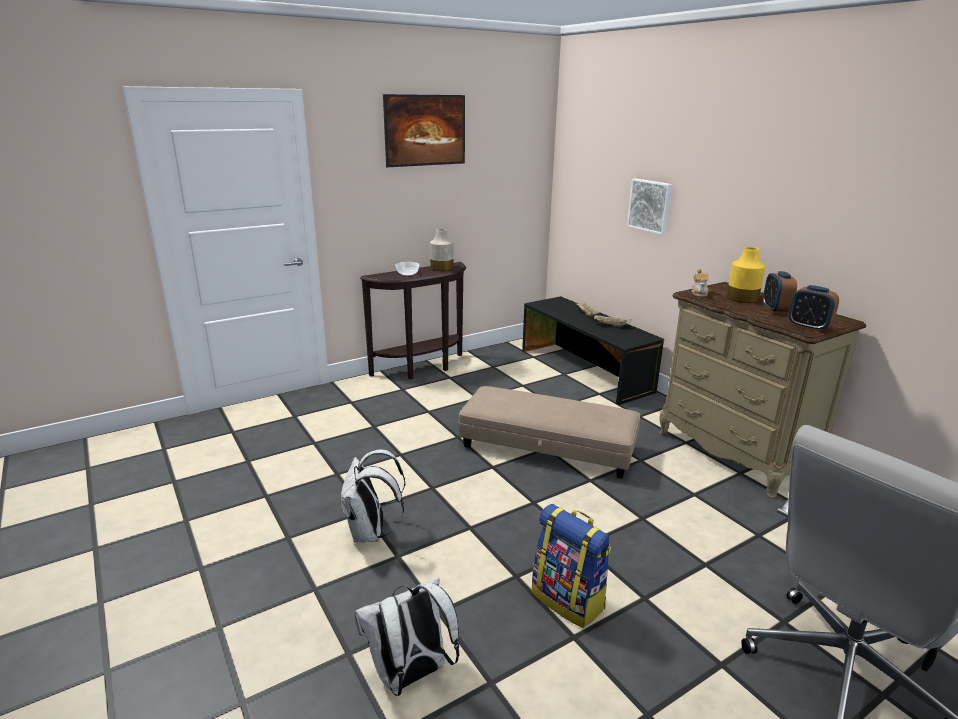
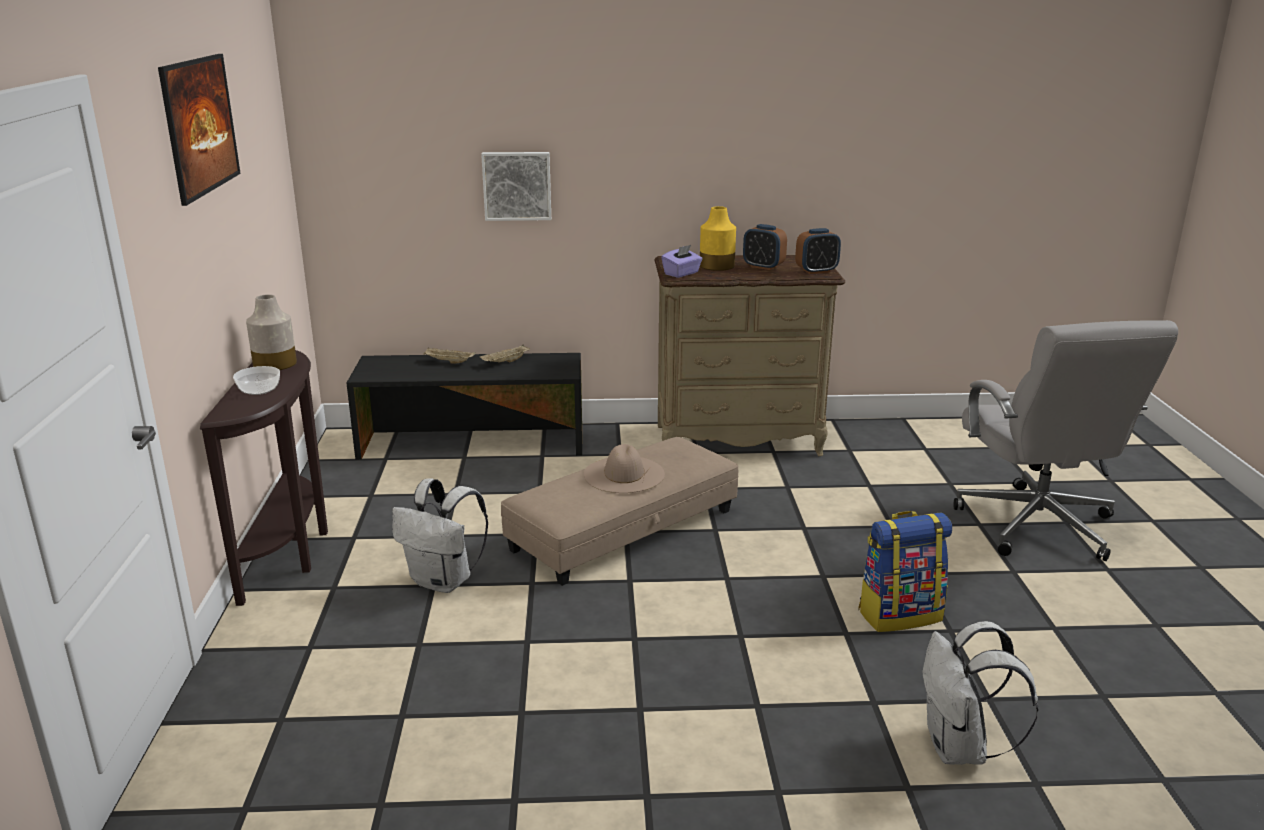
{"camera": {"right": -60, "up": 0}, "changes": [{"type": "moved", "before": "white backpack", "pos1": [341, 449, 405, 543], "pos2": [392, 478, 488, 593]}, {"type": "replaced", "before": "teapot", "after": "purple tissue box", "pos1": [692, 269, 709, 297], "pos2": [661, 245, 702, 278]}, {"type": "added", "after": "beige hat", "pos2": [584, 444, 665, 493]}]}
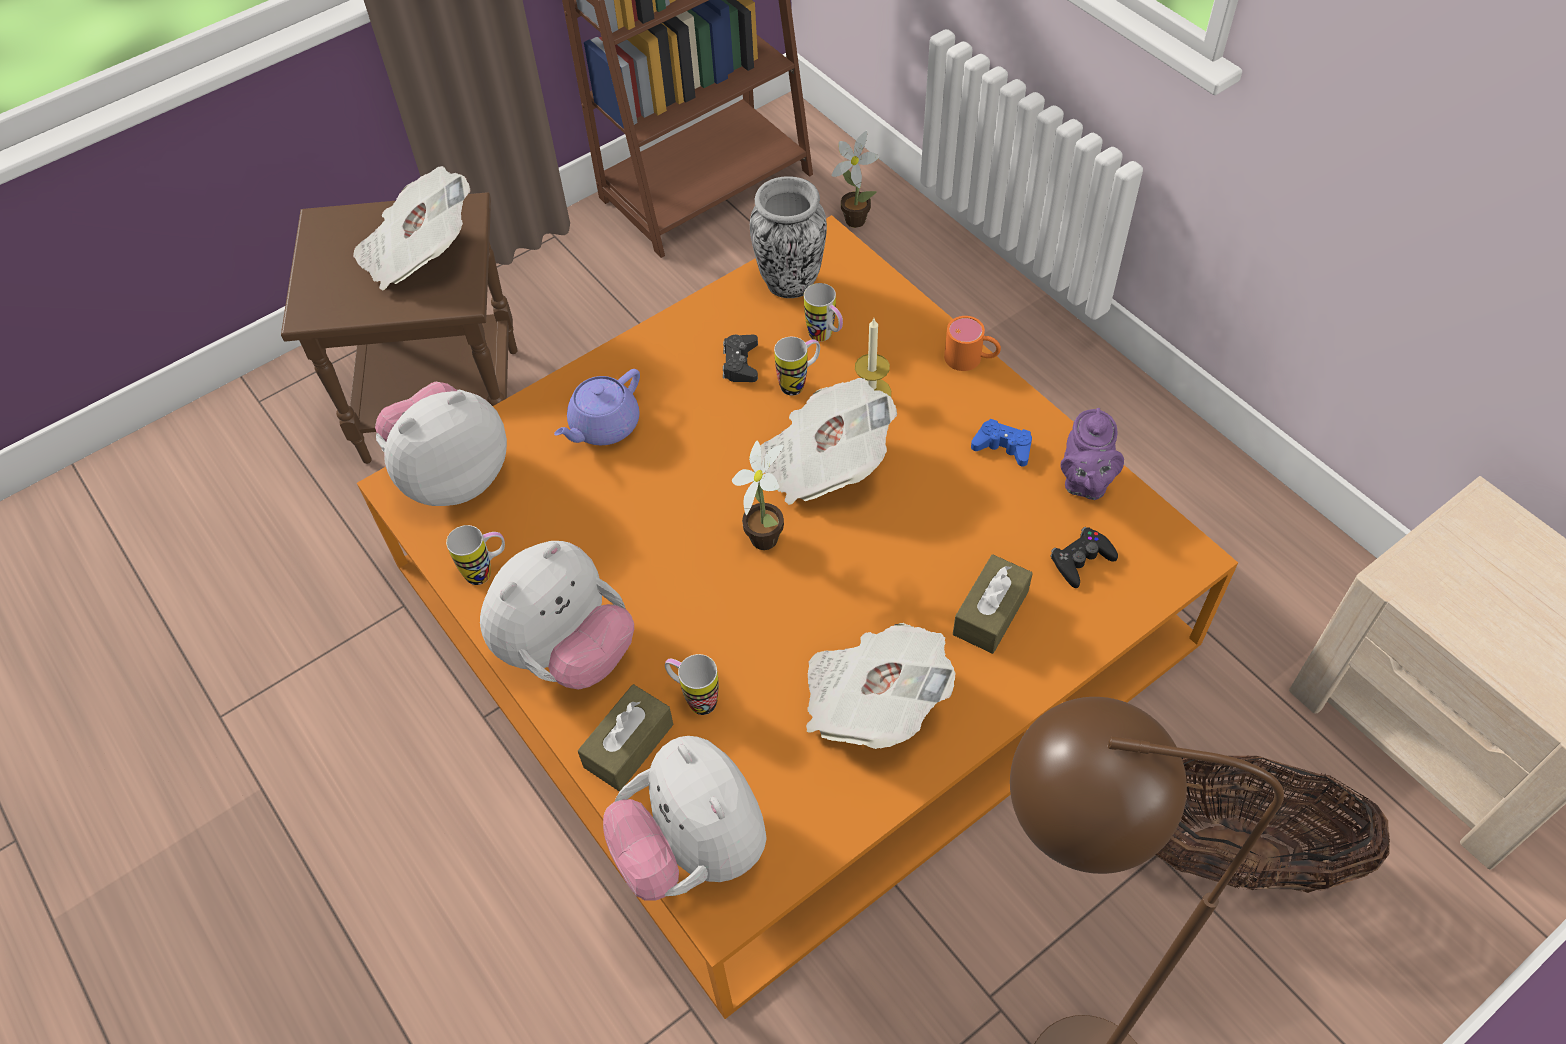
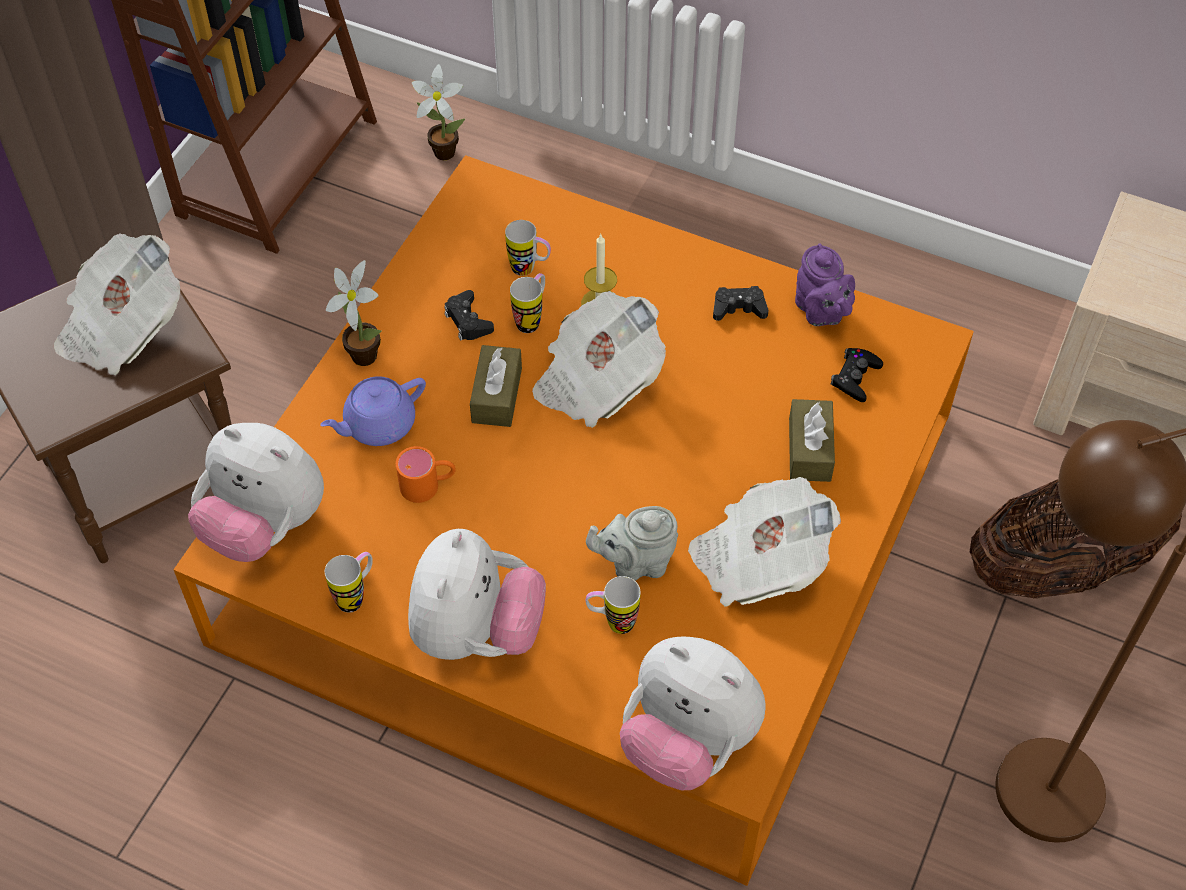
{"camera": {"right": -30, "up": 0}, "changes": [{"type": "turned", "before": "plush toy", "pos1": [375, 382, 507, 506], "pos2": [188, 423, 324, 562], "turn": -90}, {"type": "turned", "before": "purple teapot", "pos1": [554, 369, 640, 445], "pos2": [320, 376, 426, 446], "turn": 45}, {"type": "moved", "before": "brown tissue box", "pos1": [578, 684, 673, 791], "pos2": [470, 345, 522, 427]}, {"type": "moved", "before": "potted plant", "pos1": [732, 441, 784, 550], "pos2": [326, 260, 381, 366]}, {"type": "removed", "before": "vase", "pos1": [750, 176, 827, 298]}, {"type": "moved", "before": "orange mug", "pos1": [944, 316, 1001, 371], "pos2": [396, 446, 456, 503]}, {"type": "recoloured", "before": "blue game controller", "after": "black game controller", "pos1": [971, 419, 1032, 466], "pos2": [713, 286, 769, 321]}, {"type": "added", "after": "grey teapot", "pos2": [586, 506, 678, 581]}]}
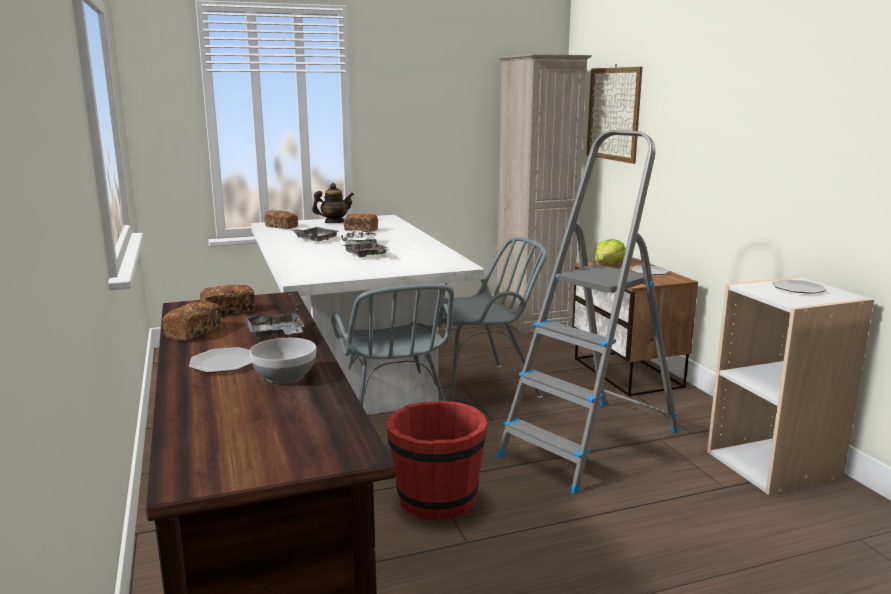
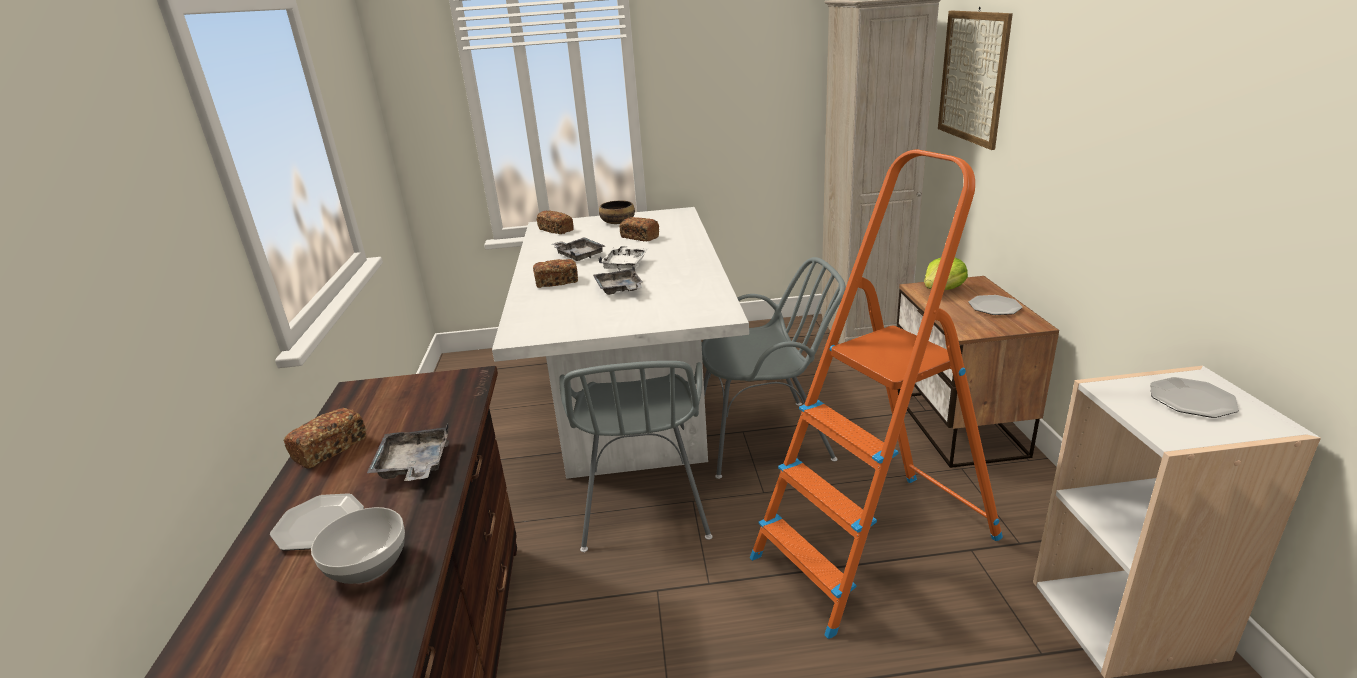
{"camera": {"right": 15, "up": 10}, "changes": [{"type": "moved", "before": "bread", "pos1": [200, 285, 255, 316], "pos2": [533, 259, 578, 288]}, {"type": "replaced", "before": "teapot", "after": "bowl", "pos1": [312, 183, 354, 223], "pos2": [599, 201, 635, 224]}, {"type": "removed", "before": "red bucket", "pos1": [386, 401, 488, 520]}, {"type": "recoloured", "before": "grey step ladder", "after": "orange step ladder", "pos1": [496, 130, 679, 494], "pos2": [750, 150, 1003, 639]}]}
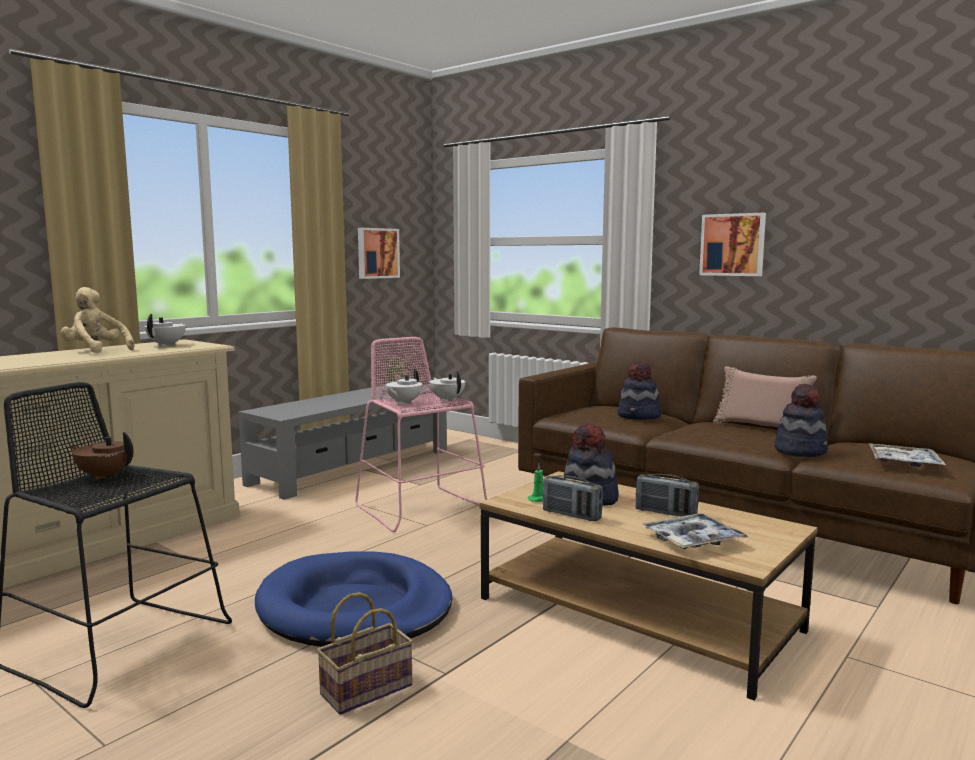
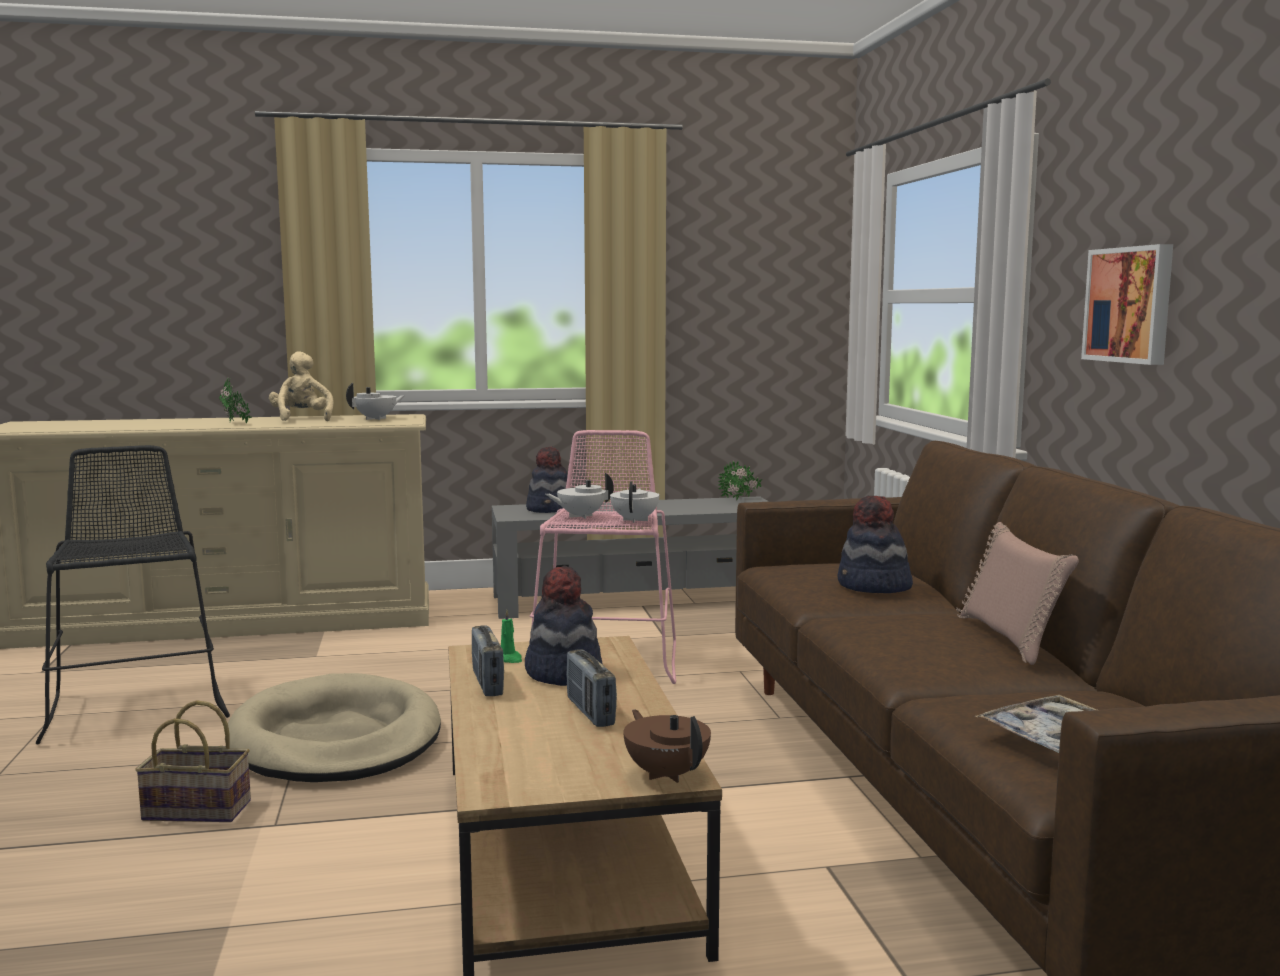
{"camera": {"right": 40, "up": 0}, "changes": [{"type": "moved", "before": "brown teapot", "pos1": [70, 432, 134, 480], "pos2": [623, 710, 711, 783]}, {"type": "recoloured", "before": "blue dog bed", "after": "beige dog bed", "pos1": [255, 551, 452, 647], "pos2": [225, 673, 441, 782]}, {"type": "removed", "before": "picture", "pos1": [358, 228, 400, 279]}, {"type": "removed", "before": "tray", "pos1": [643, 513, 748, 549]}, {"type": "moved", "before": "hat", "pos1": [775, 384, 828, 457], "pos2": [526, 447, 567, 513]}, {"type": "added", "after": "potted plant", "pos2": [219, 378, 252, 423]}]}
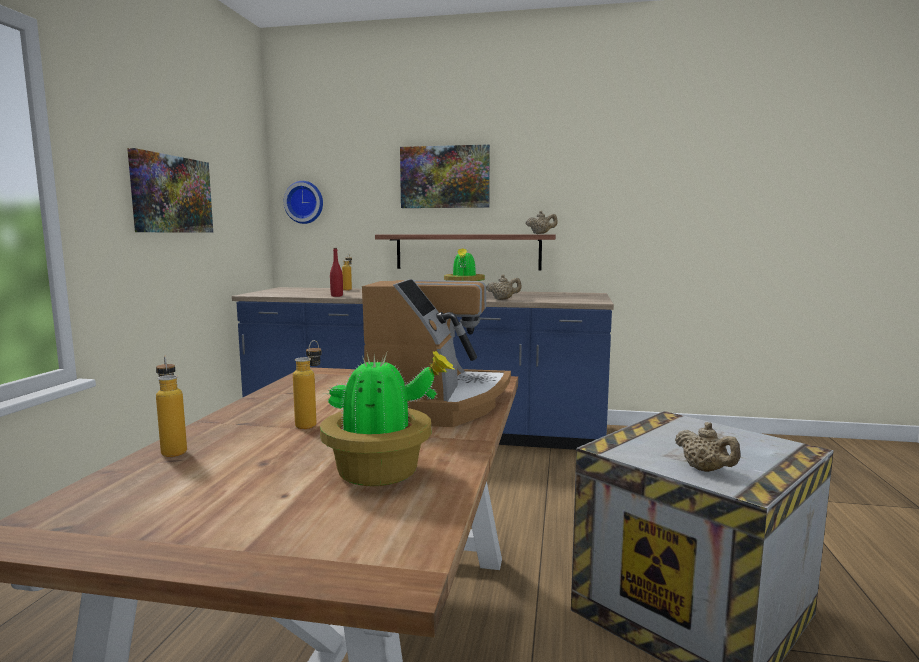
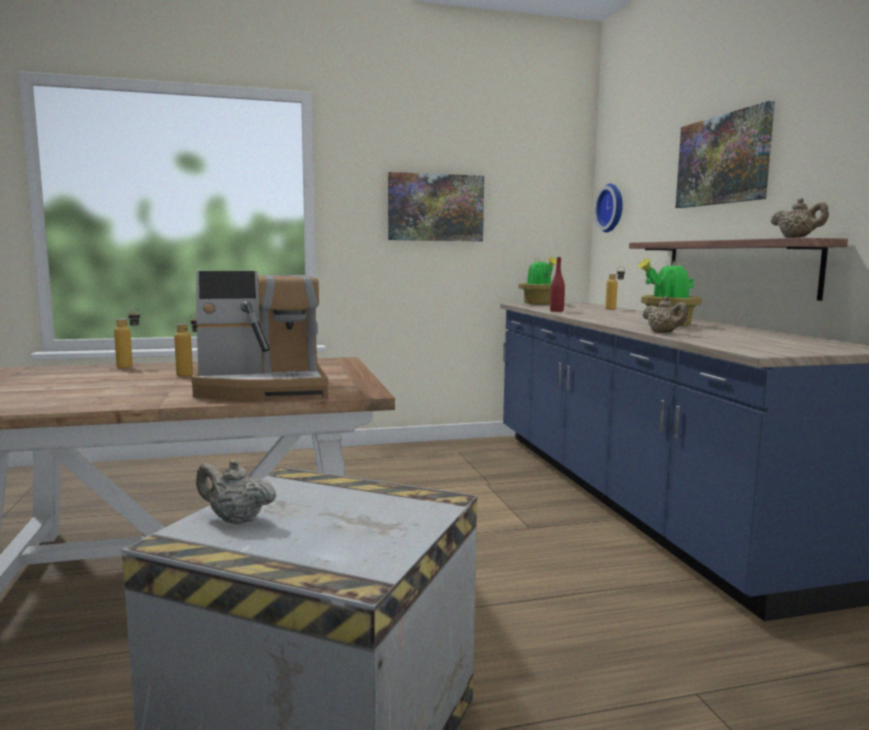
{"camera": {"right": 65, "up": 0}, "changes": [{"type": "moved", "before": "potted plant", "pos1": [320, 350, 454, 486], "pos2": [518, 257, 557, 305]}, {"type": "turned", "before": "beige teapot", "pos1": [675, 422, 741, 472], "pos2": [196, 459, 277, 525], "turn": 75}]}
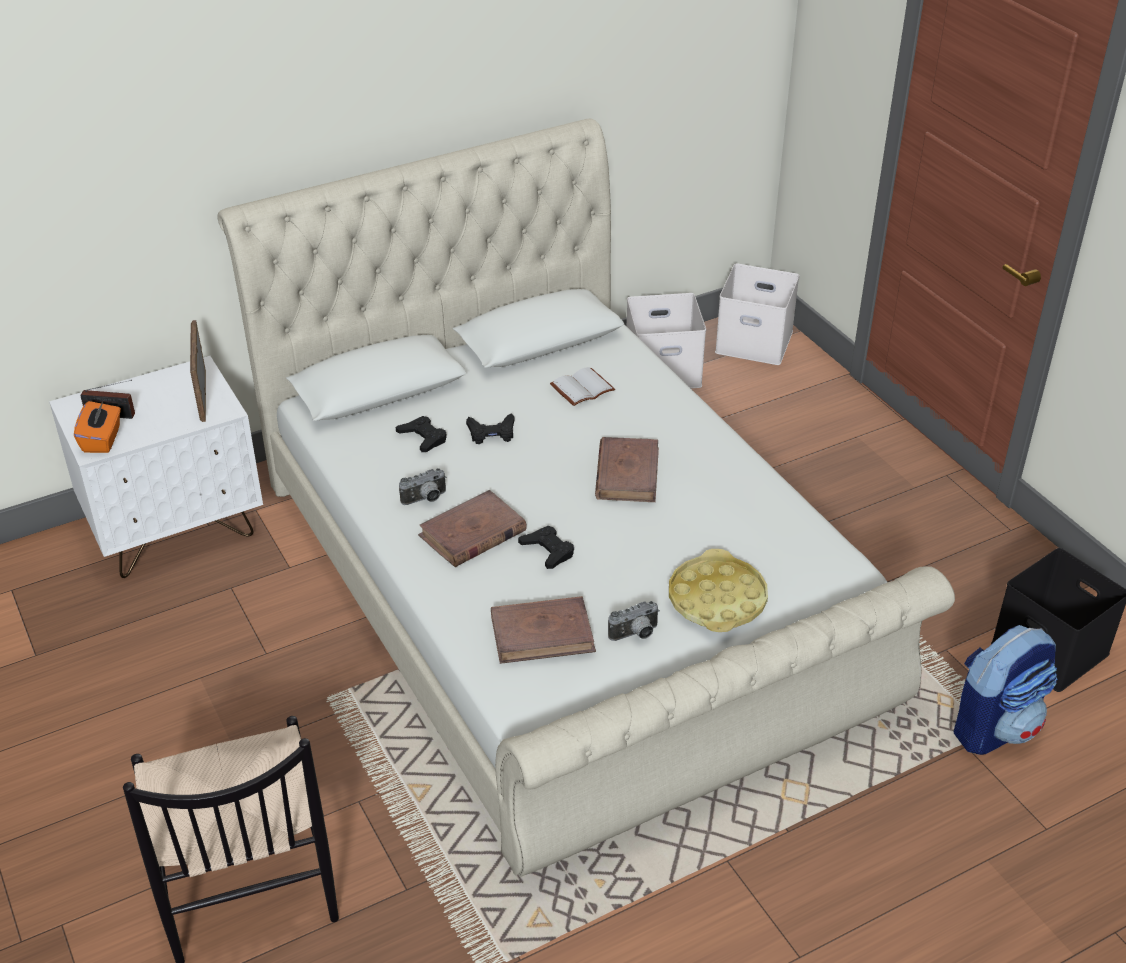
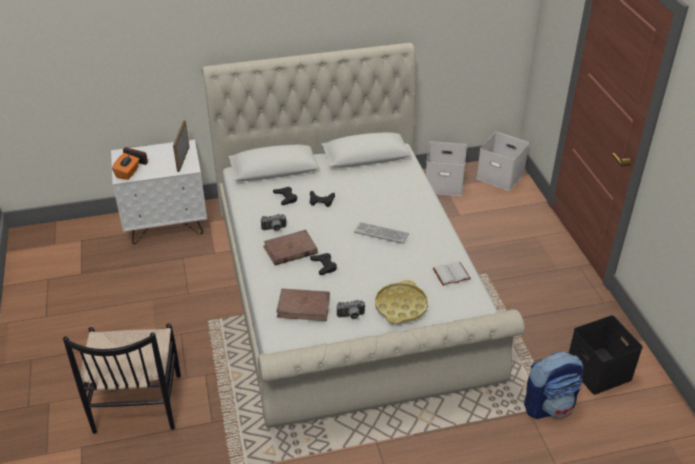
{"camera": {"right": 15, "up": 0}, "changes": [{"type": "moved", "before": "white book", "pos1": [550, 367, 615, 406], "pos2": [433, 262, 471, 286]}, {"type": "replaced", "before": "brown book", "after": "keyboard", "pos1": [595, 437, 659, 502], "pos2": [354, 222, 410, 244]}]}
